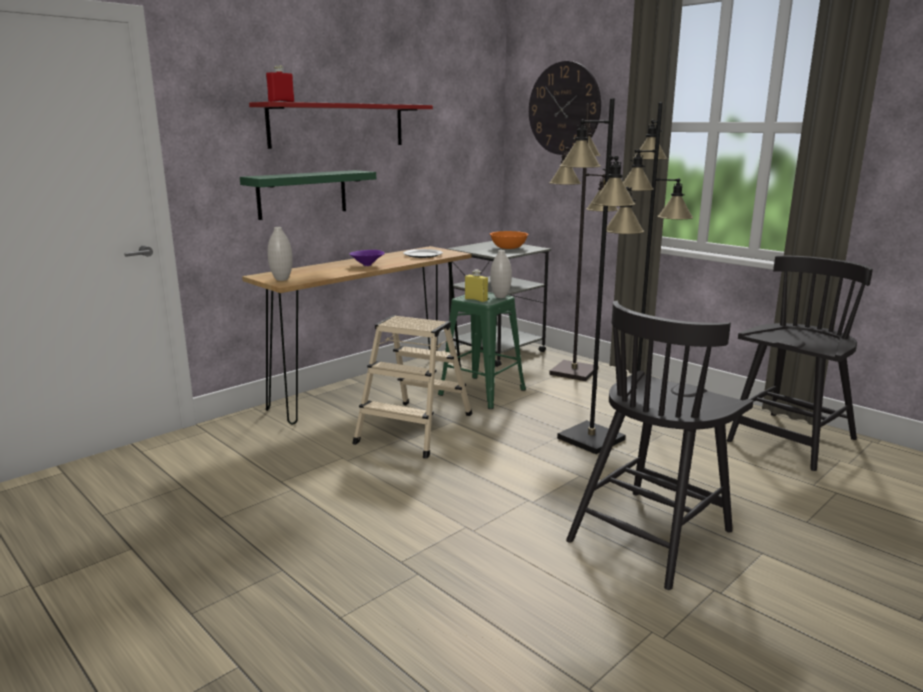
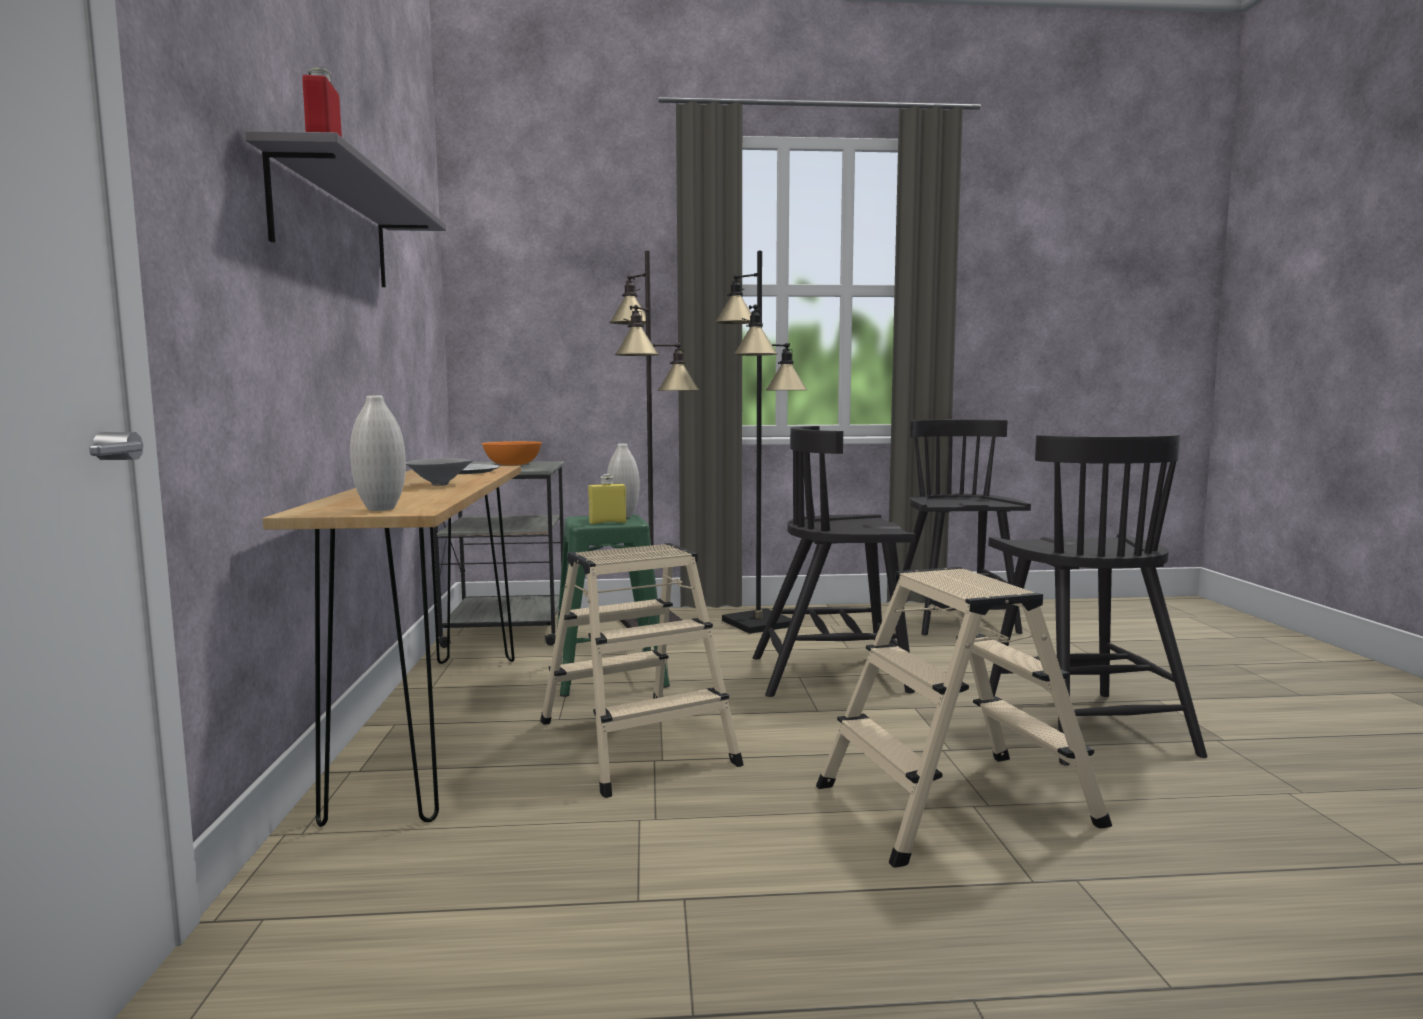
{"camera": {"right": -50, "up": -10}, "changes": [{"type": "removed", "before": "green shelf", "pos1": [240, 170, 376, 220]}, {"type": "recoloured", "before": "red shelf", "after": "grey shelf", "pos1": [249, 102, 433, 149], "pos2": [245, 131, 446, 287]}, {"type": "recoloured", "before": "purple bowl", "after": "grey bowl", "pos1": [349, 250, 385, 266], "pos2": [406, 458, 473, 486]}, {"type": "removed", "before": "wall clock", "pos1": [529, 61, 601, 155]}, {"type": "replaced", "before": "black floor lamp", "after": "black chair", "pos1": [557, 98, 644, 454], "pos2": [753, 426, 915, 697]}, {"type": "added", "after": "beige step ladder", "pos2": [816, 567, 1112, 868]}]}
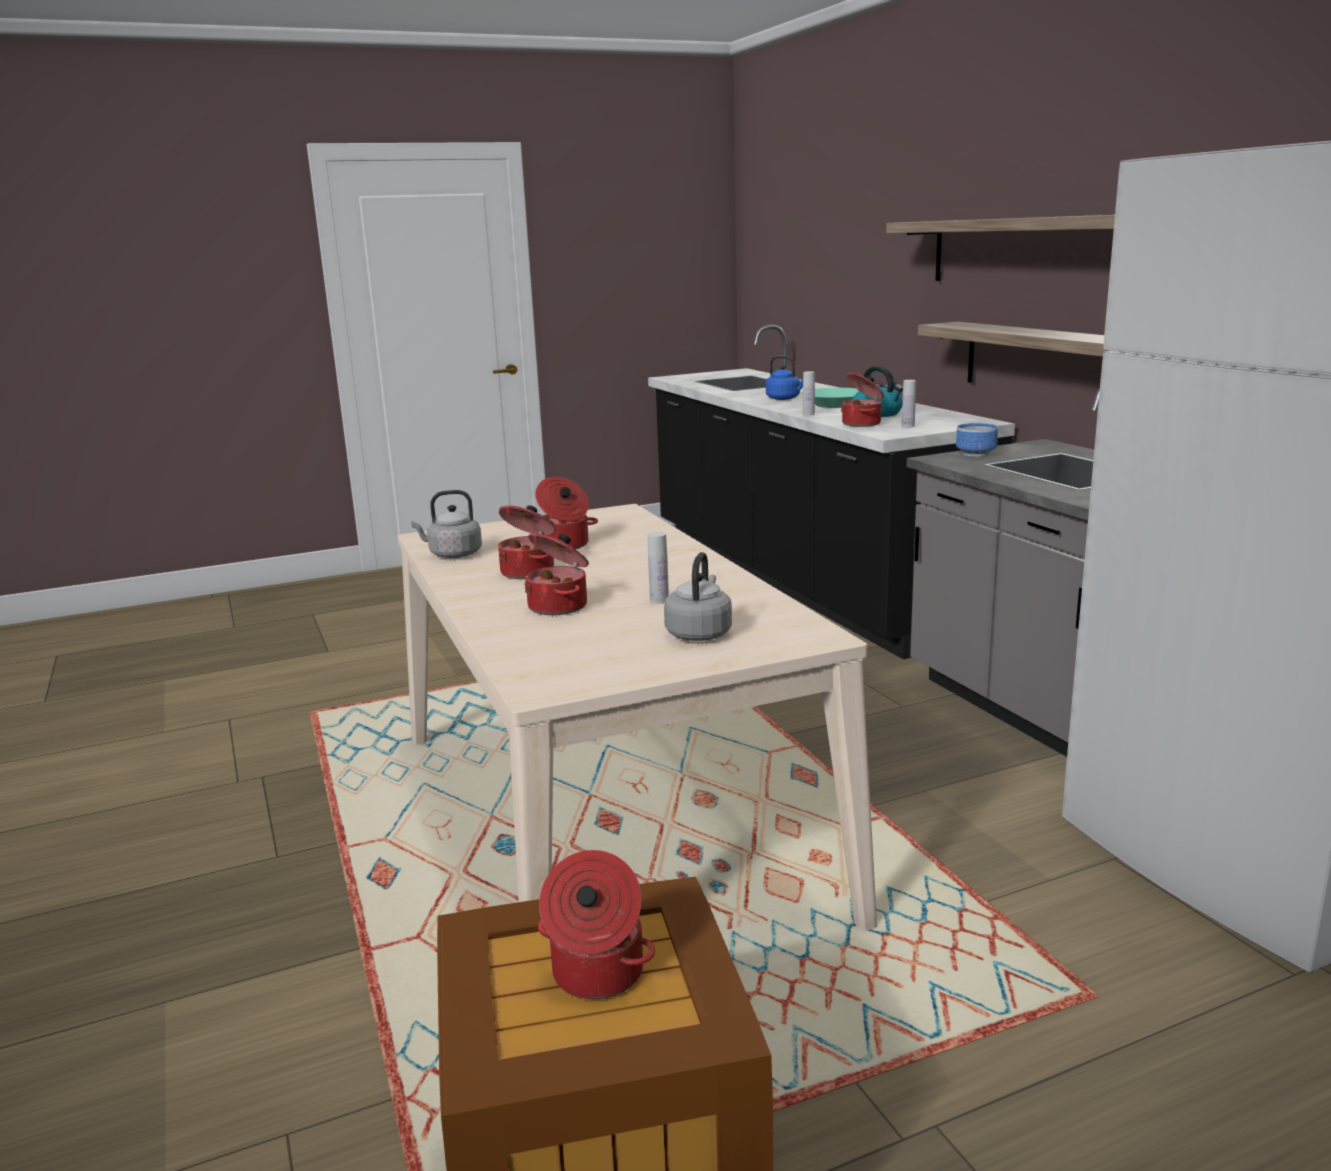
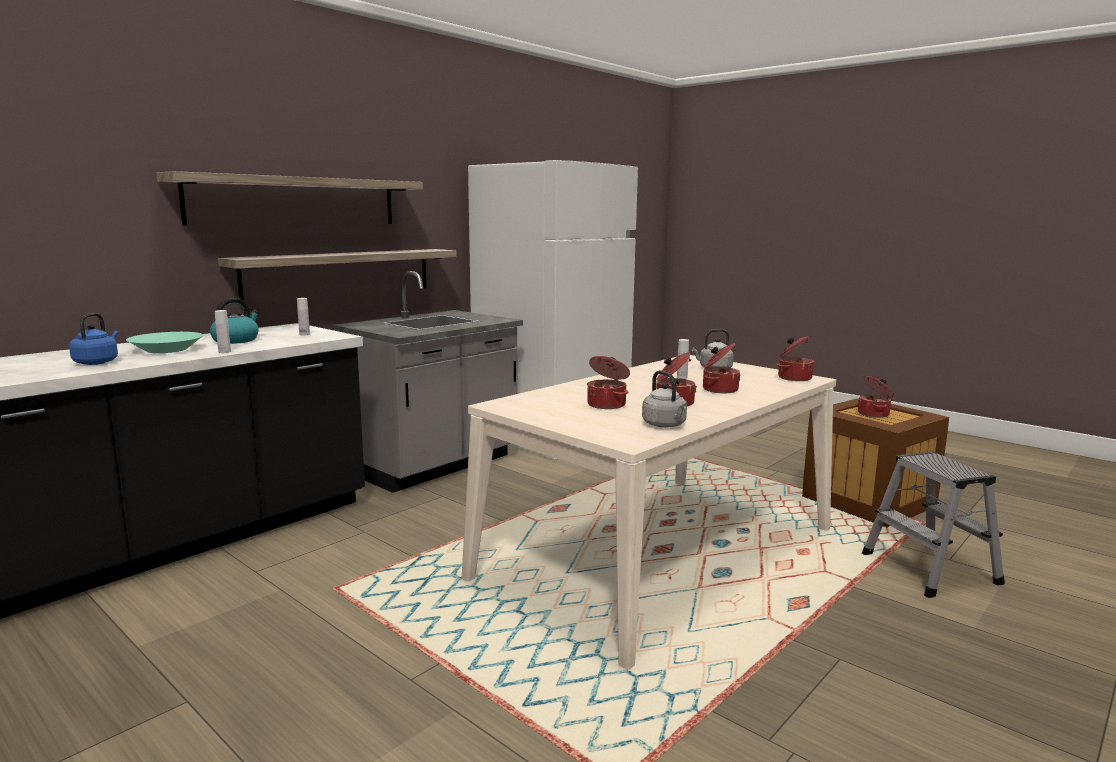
{"camera": {"right": -115, "up": -5}, "changes": [{"type": "moved", "before": "cooking pot", "pos1": [841, 373, 884, 427], "pos2": [776, 335, 815, 381]}, {"type": "removed", "before": "bowl", "pos1": [956, 423, 998, 457]}, {"type": "added", "after": "grey step ladder", "pos2": [862, 451, 1005, 598]}]}
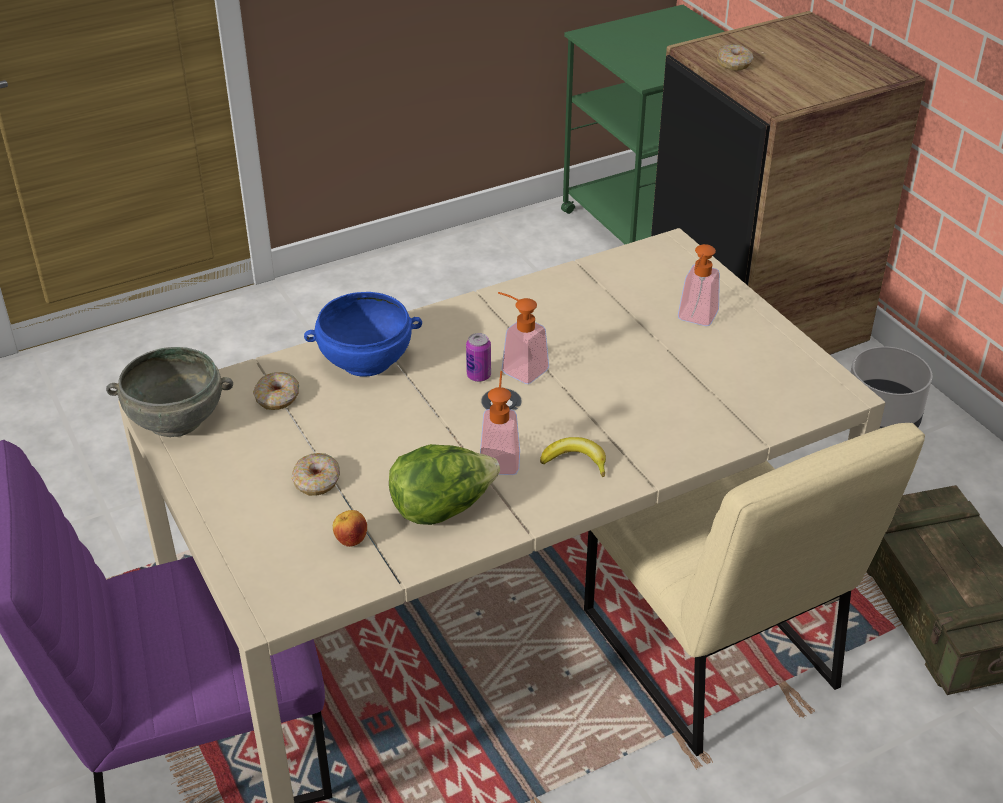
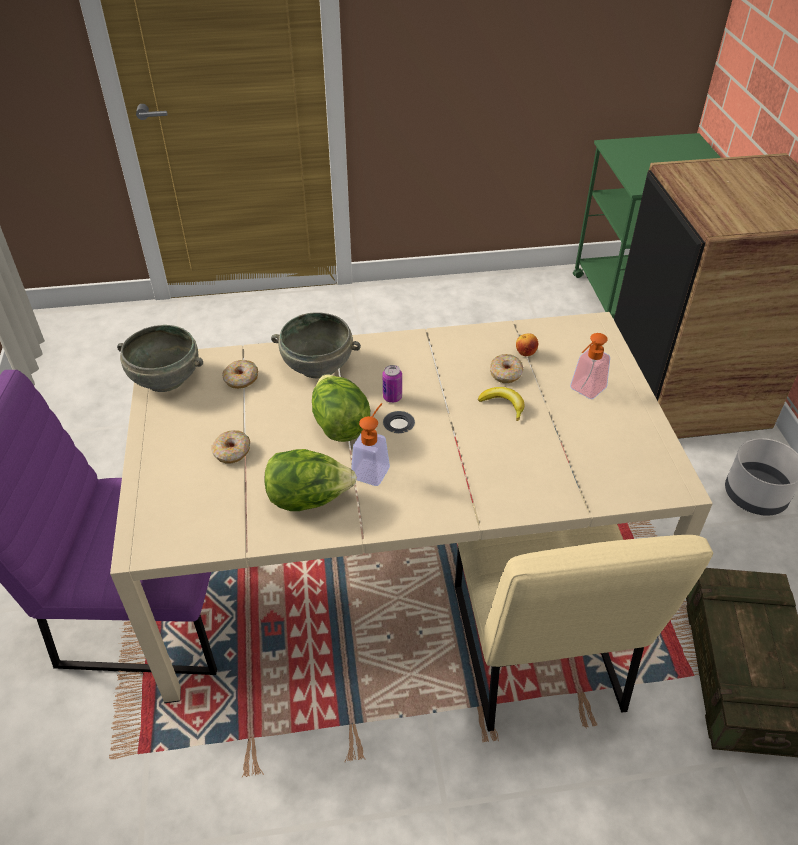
{"camera": {"right": 20, "up": 5}, "changes": [{"type": "recoloured", "before": "blue bowl", "after": "grey bowl", "pos1": [304, 292, 422, 377], "pos2": [271, 312, 361, 378]}, {"type": "moved", "before": "apple", "pos1": [333, 510, 367, 547], "pos2": [516, 333, 538, 356]}, {"type": "removed", "before": "soap dispenser", "pos1": [498, 292, 549, 384]}, {"type": "moved", "before": "banana", "pos1": [540, 437, 606, 477], "pos2": [478, 387, 525, 421]}, {"type": "moved", "before": "donut", "pos1": [717, 44, 754, 71], "pos2": [490, 354, 523, 383]}, {"type": "added", "after": "lettuce", "pos2": [312, 374, 370, 442]}]}
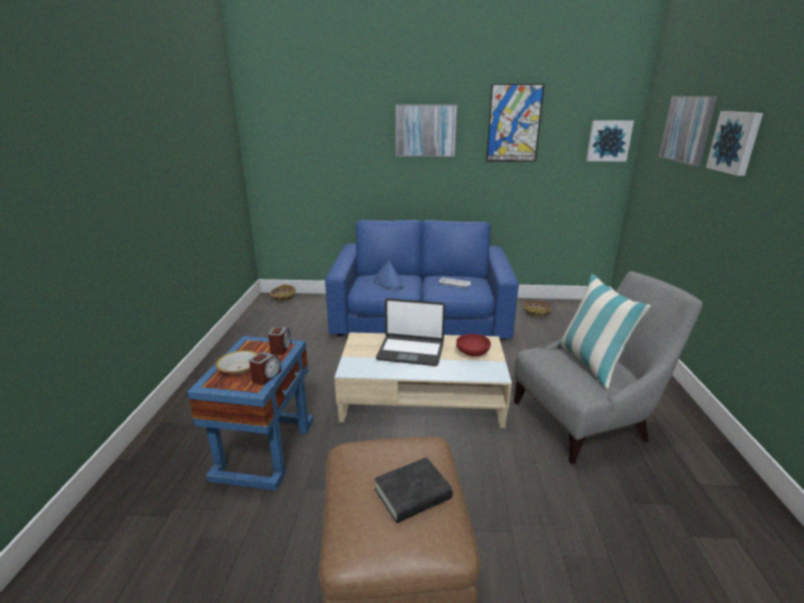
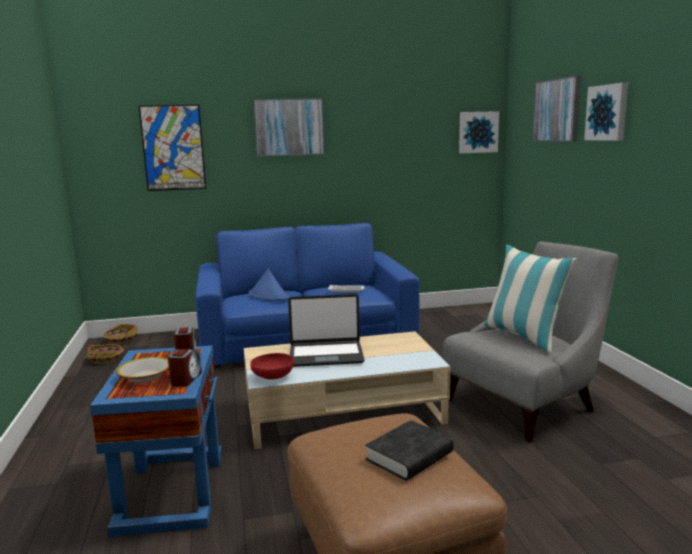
{"camera": {"right": -15, "up": -10}, "changes": [{"type": "moved", "before": "red bowl", "pos1": [456, 334, 491, 356], "pos2": [250, 353, 294, 379]}, {"type": "moved", "before": "picture", "pos1": [486, 84, 544, 162], "pos2": [139, 105, 206, 191]}, {"type": "moved", "before": "basket", "pos1": [525, 301, 552, 317], "pos2": [87, 344, 124, 365]}]}
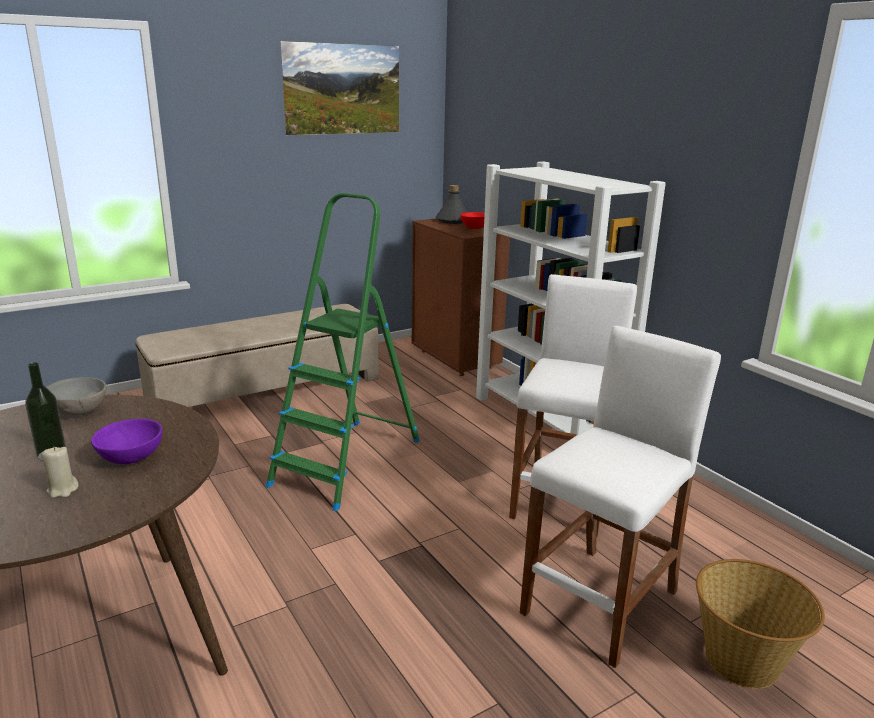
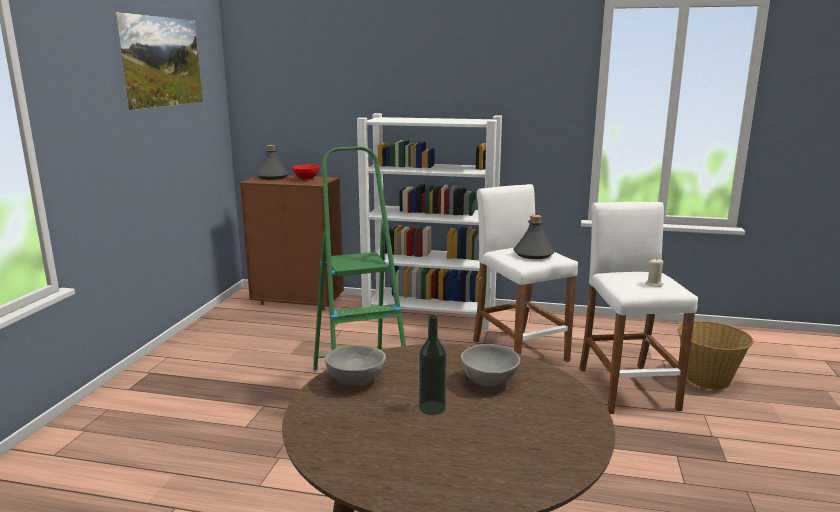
{"camera": {"right": -45, "up": -5}, "changes": [{"type": "moved", "before": "beige candle", "pos1": [42, 447, 79, 498], "pos2": [645, 259, 664, 287]}, {"type": "recoloured", "before": "purple bowl", "after": "grey bowl", "pos1": [91, 419, 162, 464], "pos2": [461, 344, 520, 387]}, {"type": "removed", "before": "beige bench", "pos1": [135, 304, 379, 407]}, {"type": "added", "after": "grey bottle", "pos2": [514, 215, 555, 259]}]}
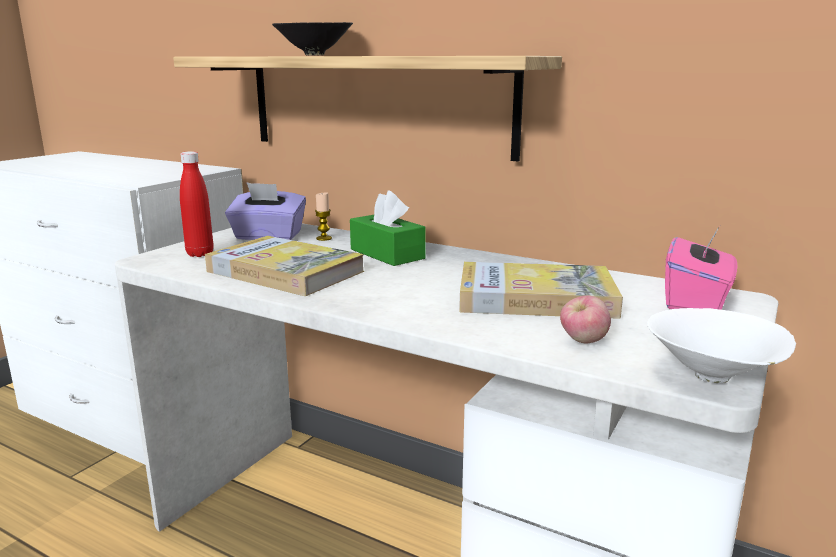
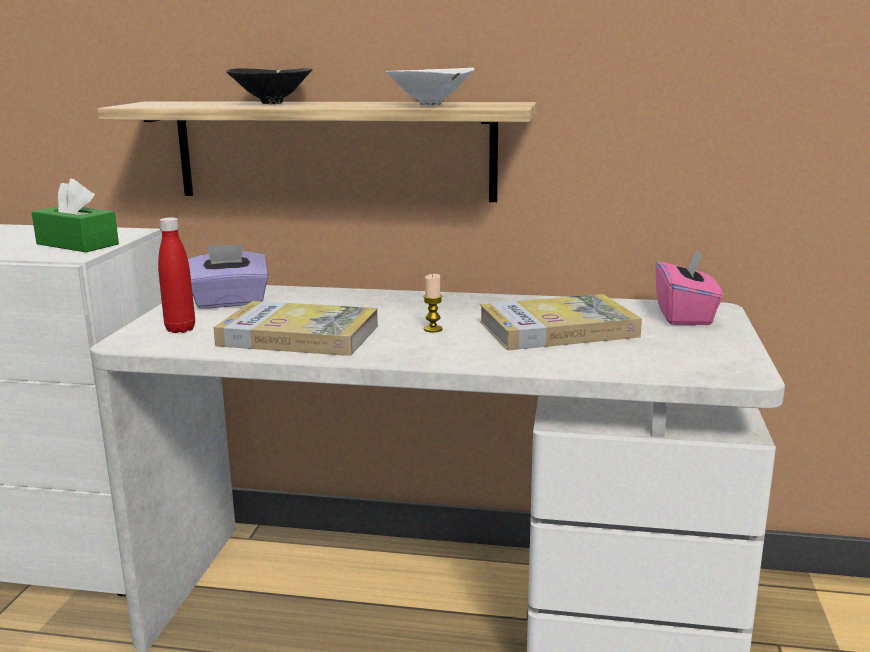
{"camera": {"right": -20, "up": 0}, "changes": [{"type": "moved", "before": "candle", "pos1": [315, 192, 332, 241], "pos2": [423, 274, 443, 333]}, {"type": "moved", "before": "green tissue box", "pos1": [350, 190, 426, 266], "pos2": [31, 179, 119, 252]}, {"type": "removed", "before": "apple", "pos1": [560, 295, 611, 343]}, {"type": "moved", "before": "white bowl", "pos1": [647, 308, 796, 383], "pos2": [385, 68, 475, 106]}]}
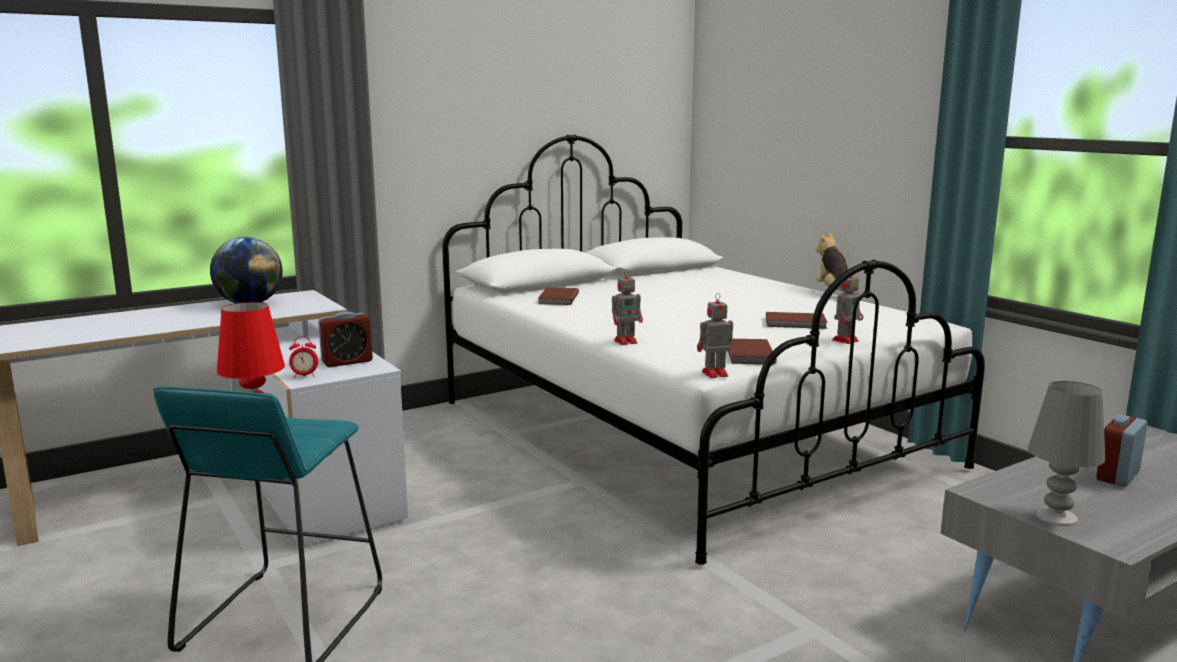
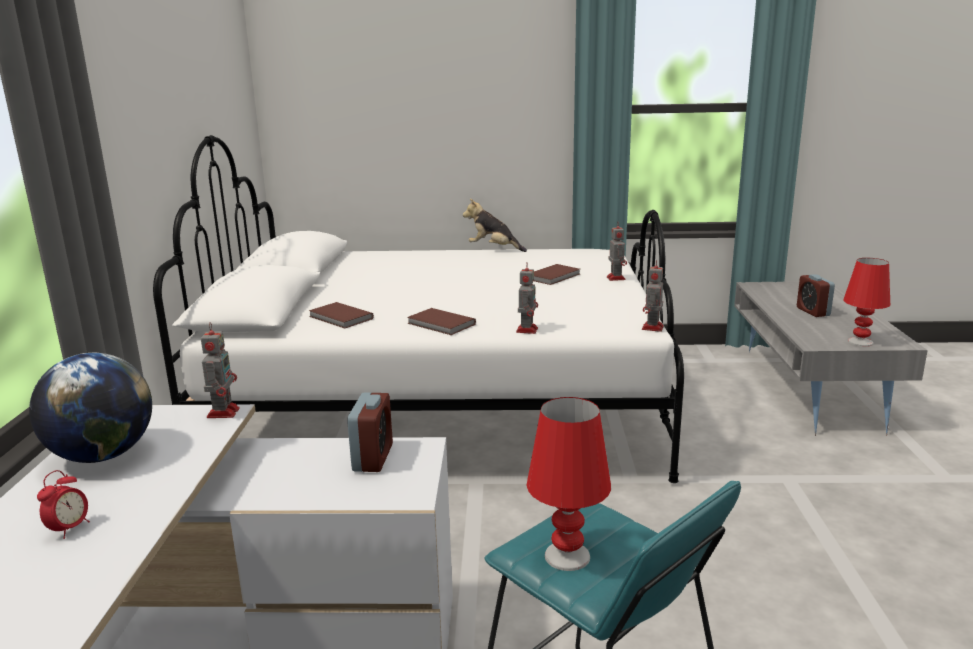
{"camera": {"right": -55, "up": 5}, "changes": [{"type": "moved", "before": "alarm clock", "pos1": [289, 336, 318, 378], "pos2": [37, 470, 90, 539]}, {"type": "moved", "before": "brown book", "pos1": [728, 339, 777, 365], "pos2": [407, 308, 476, 335]}, {"type": "recoloured", "before": "grey table lamp", "after": "red table lamp", "pos1": [1028, 381, 1105, 526], "pos2": [843, 258, 890, 347]}, {"type": "added", "after": "toy robot", "pos2": [201, 323, 240, 418]}]}
